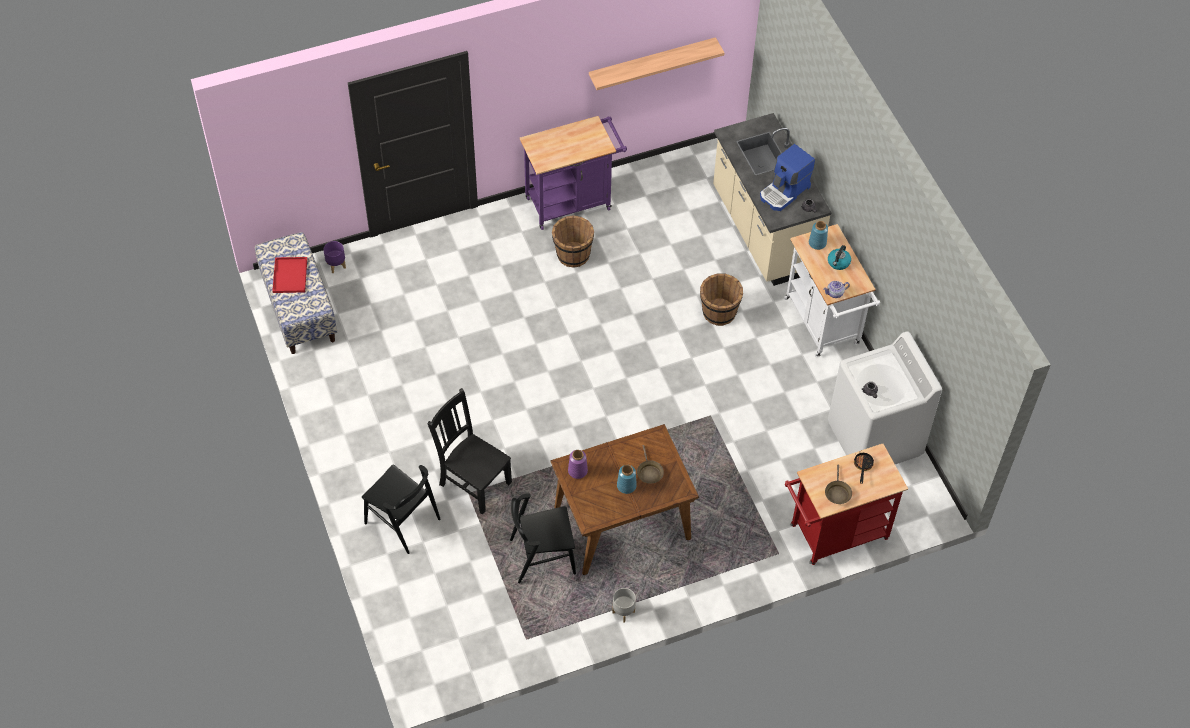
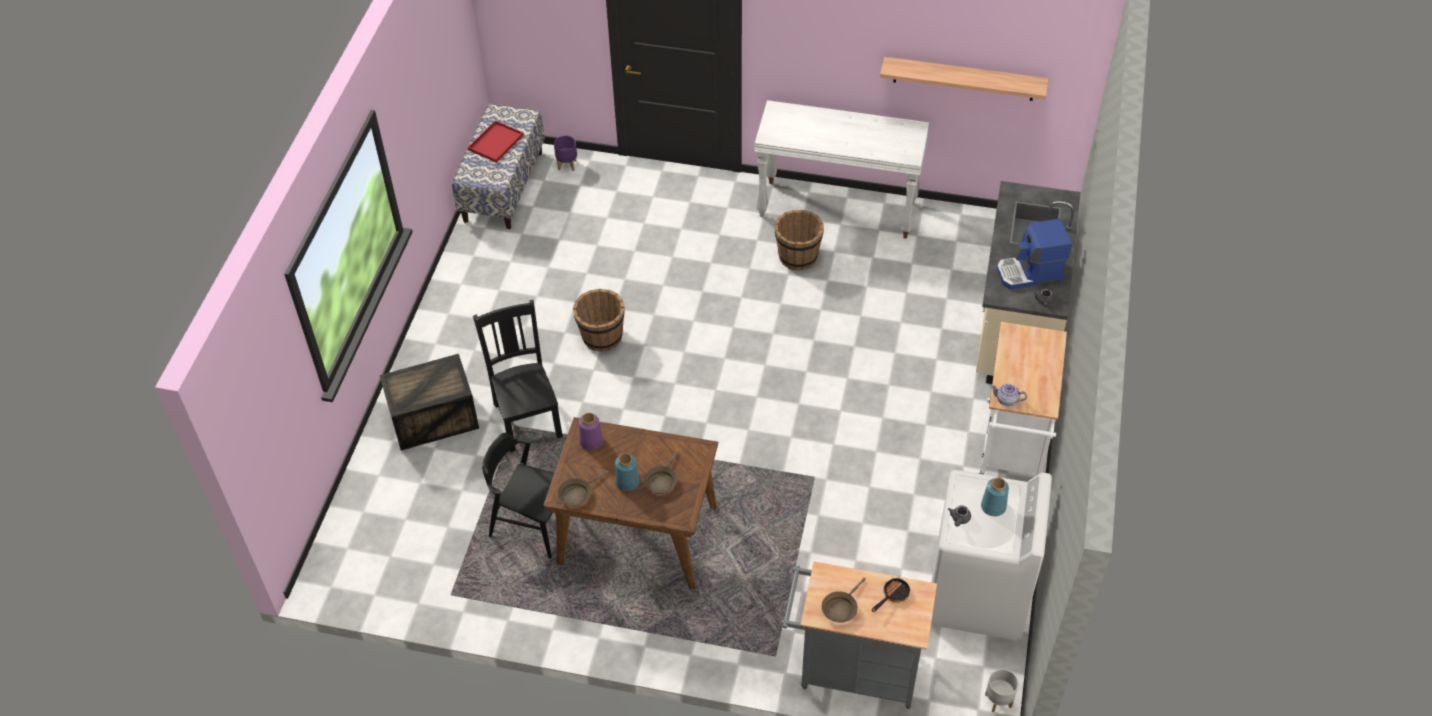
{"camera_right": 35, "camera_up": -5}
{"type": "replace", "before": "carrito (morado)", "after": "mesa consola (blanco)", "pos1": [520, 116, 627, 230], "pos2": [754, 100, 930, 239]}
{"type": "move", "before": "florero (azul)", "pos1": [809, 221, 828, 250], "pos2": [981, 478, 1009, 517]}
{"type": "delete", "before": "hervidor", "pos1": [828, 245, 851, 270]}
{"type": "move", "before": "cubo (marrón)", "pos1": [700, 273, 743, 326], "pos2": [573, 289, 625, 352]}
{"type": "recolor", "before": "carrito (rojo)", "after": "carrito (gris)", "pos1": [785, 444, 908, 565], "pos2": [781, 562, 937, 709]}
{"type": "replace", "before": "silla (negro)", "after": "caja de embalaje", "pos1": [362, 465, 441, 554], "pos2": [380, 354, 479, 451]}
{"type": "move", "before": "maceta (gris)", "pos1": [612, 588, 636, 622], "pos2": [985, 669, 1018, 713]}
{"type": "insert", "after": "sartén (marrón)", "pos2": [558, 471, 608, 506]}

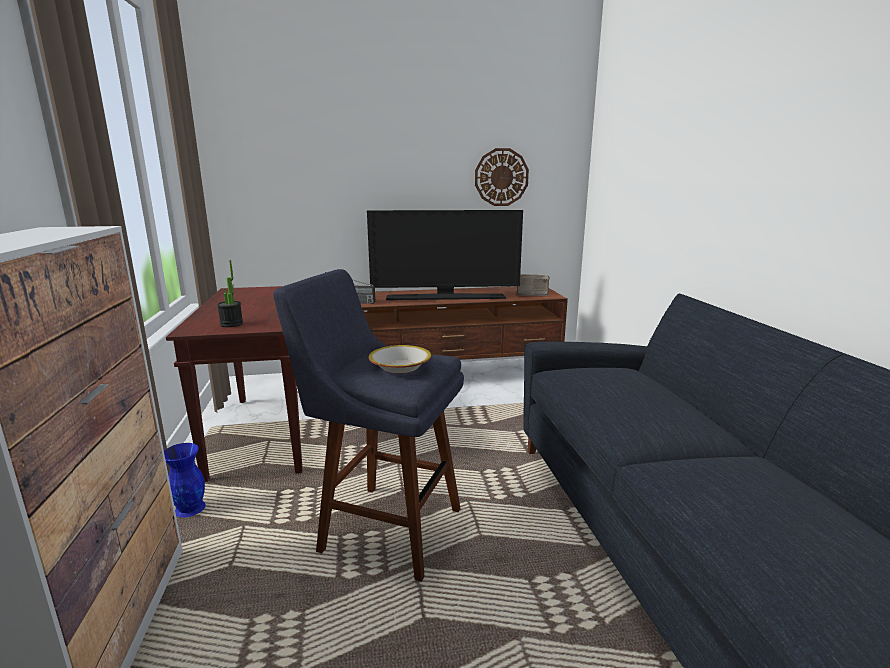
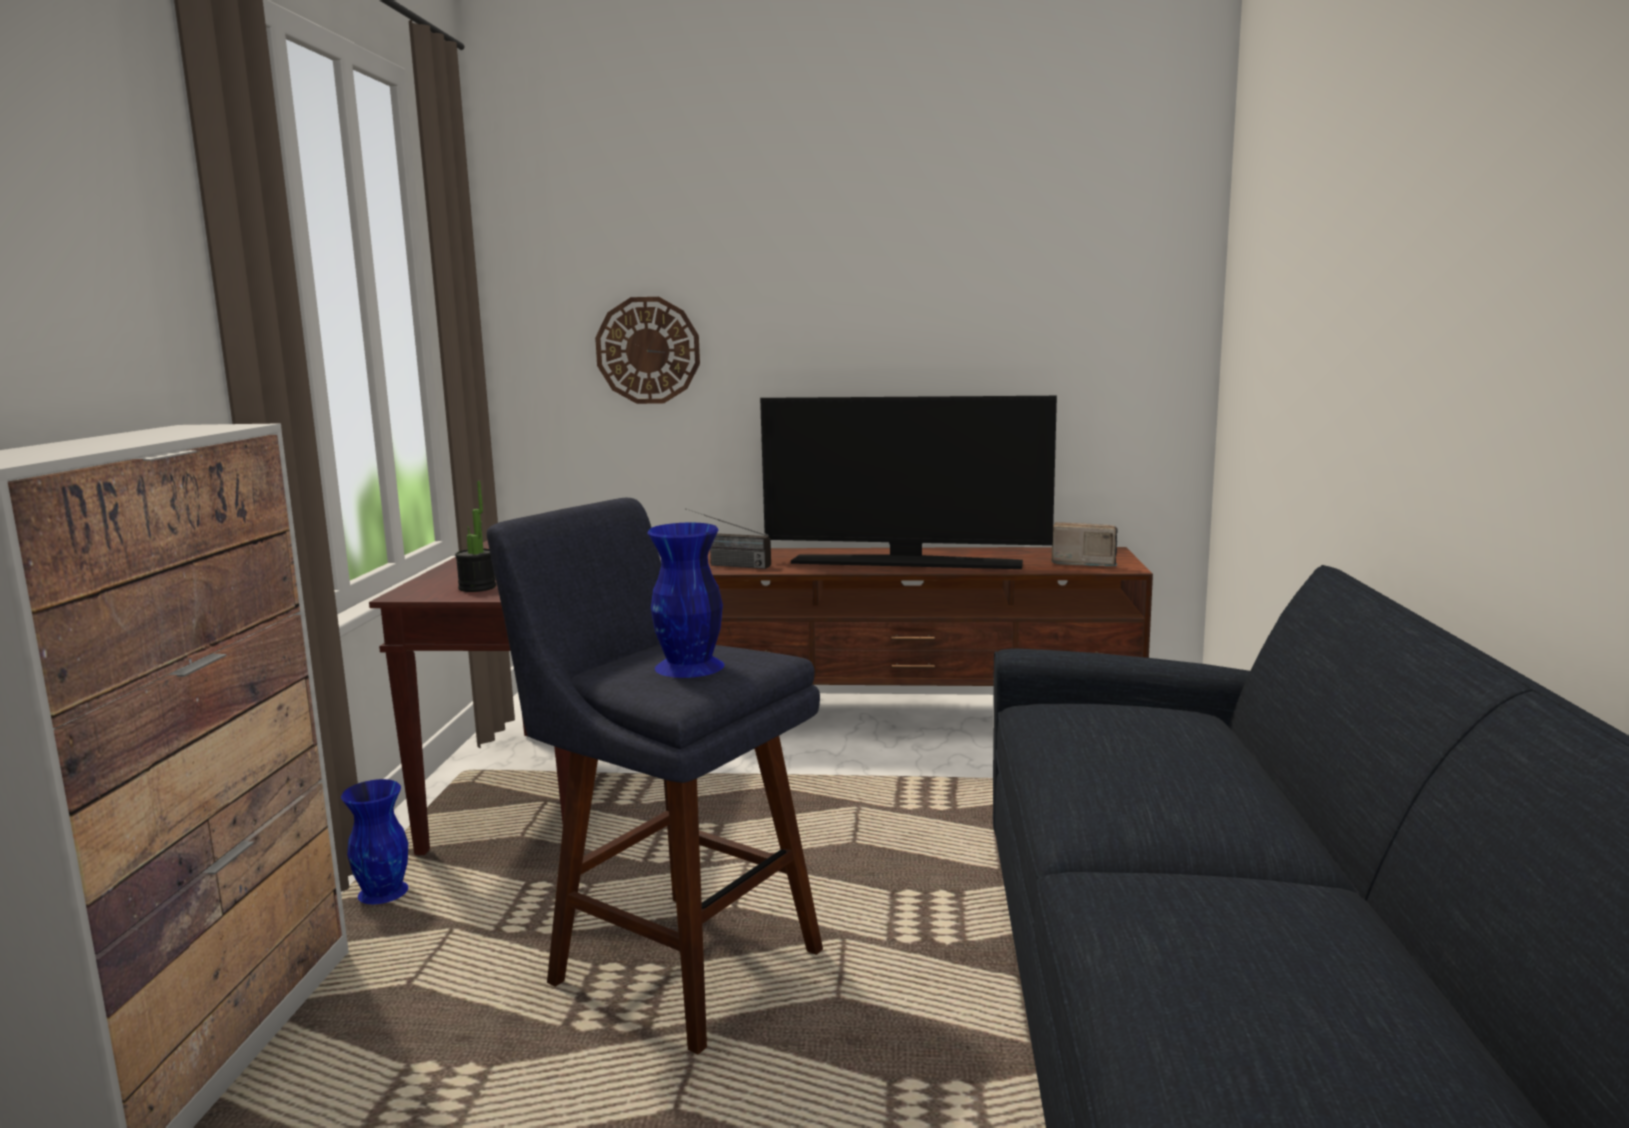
{"camera_right": 15, "camera_up": -5}
{"type": "move", "before": "reloj de pared", "pos1": [475, 148, 529, 206], "pos2": [595, 297, 700, 404]}
{"type": "replace", "before": "cuenco", "after": "florero (azul)", "pos1": [369, 345, 431, 374], "pos2": [648, 523, 725, 678]}

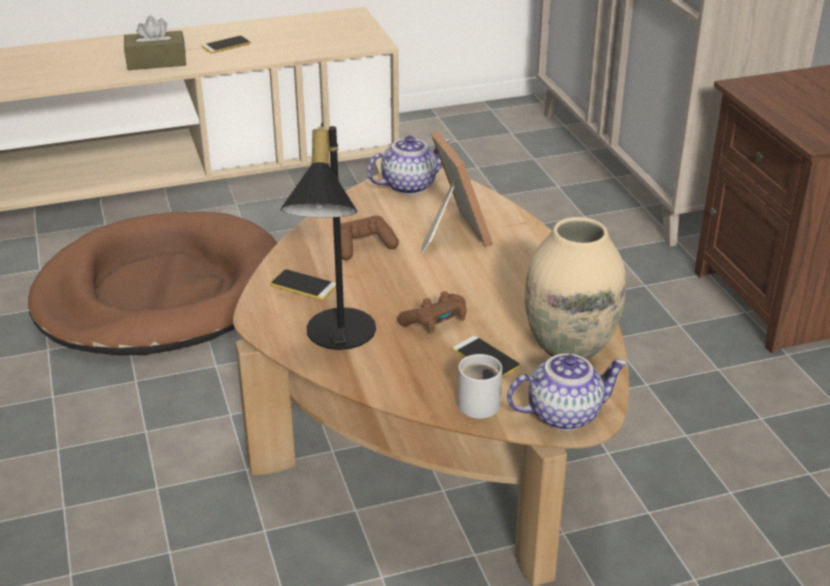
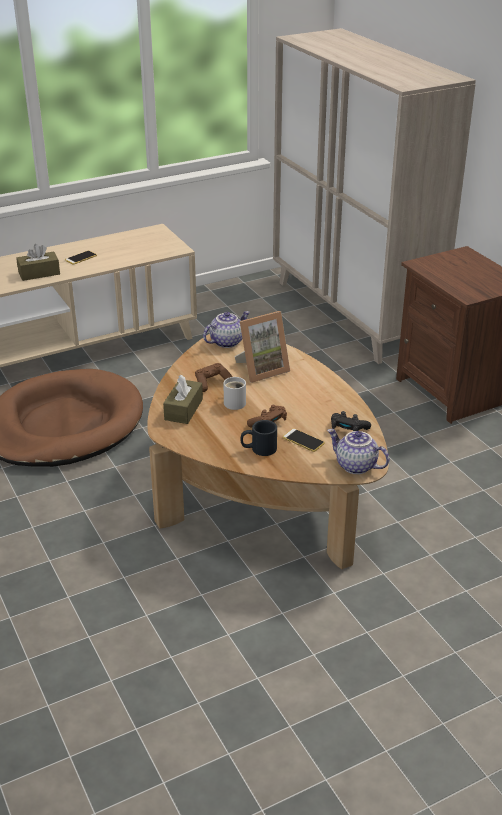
{"camera_right": -10, "camera_up": 0}
{"type": "delete", "before": "lámpara de mesa (negro)", "pos1": [281, 123, 376, 350]}
{"type": "rotate", "before": "portarretratos", "pos1": [420, 130, 493, 254], "pos2": [234, 311, 290, 383], "turn": 90}
{"type": "replace", "before": "florero (beis)", "after": "mando de consola (negro)", "pos1": [525, 217, 625, 360], "pos2": [331, 411, 371, 431]}
{"type": "replace", "before": "móvil", "after": "caja de pañuelos (marrón)", "pos1": [270, 269, 336, 300], "pos2": [163, 375, 203, 424]}
{"type": "move", "before": "taza grande (blanco)", "pos1": [458, 354, 502, 419], "pos2": [223, 377, 246, 410]}
{"type": "rotate", "before": "tetera", "pos1": [507, 354, 628, 431], "pos2": [327, 429, 390, 474], "turn": -120}
{"type": "insert", "after": "taza grande (negro)", "pos2": [240, 420, 277, 456]}

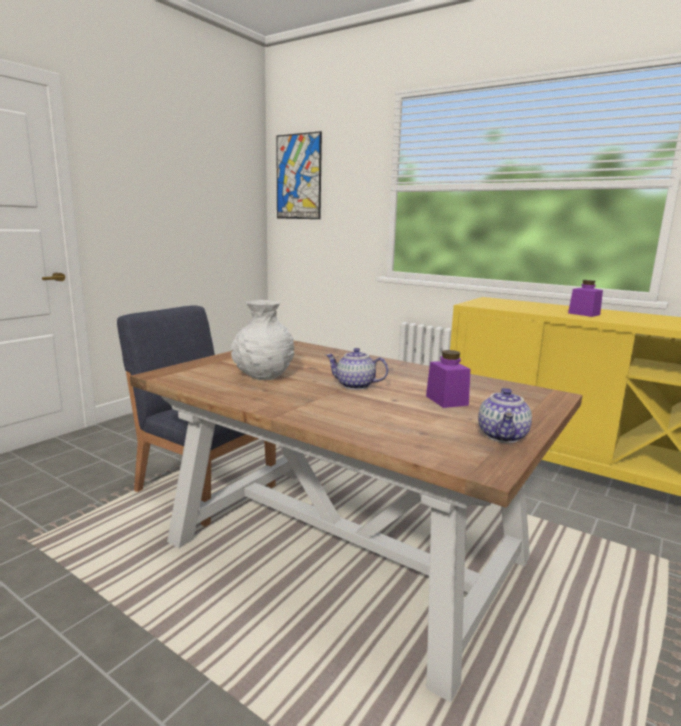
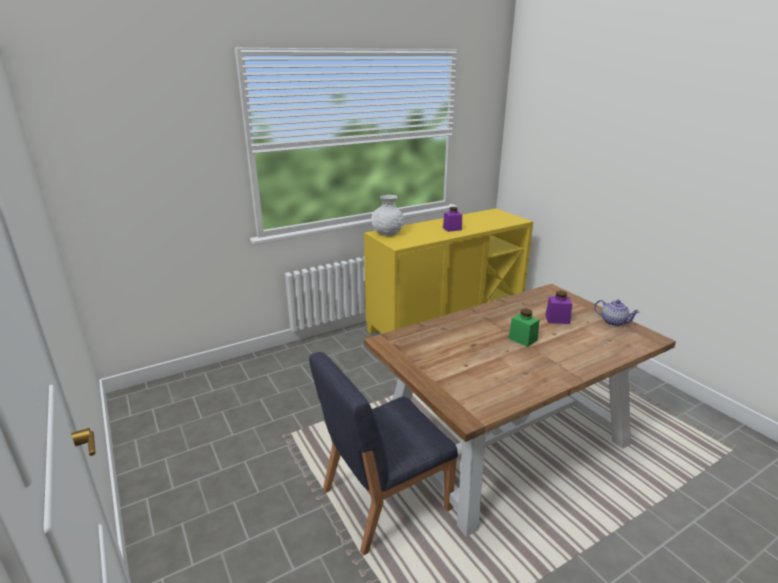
{"camera_right": -65, "camera_up": 10}
{"type": "delete", "before": "cuadro", "pos1": [276, 131, 322, 219]}
{"type": "move", "before": "florero (blanco)", "pos1": [231, 300, 294, 380], "pos2": [371, 195, 404, 236]}
{"type": "replace", "before": "tetera", "after": "tarro (verde)", "pos1": [326, 348, 388, 390], "pos2": [508, 309, 539, 347]}

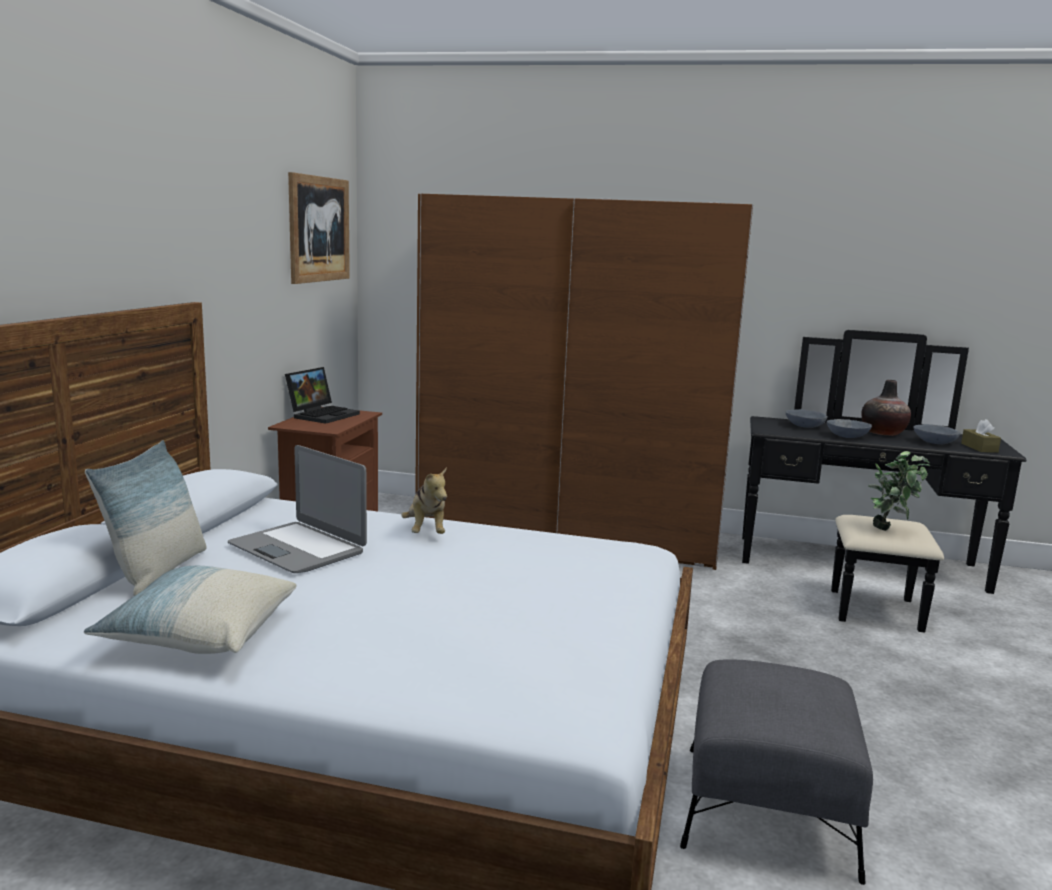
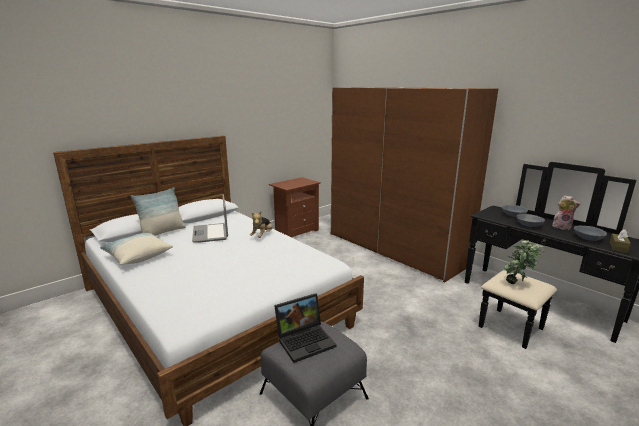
{"camera_right": 35, "camera_up": 5}
{"type": "delete", "before": "cuadro", "pos1": [288, 172, 350, 284]}
{"type": "move", "before": "portátil", "pos1": [285, 367, 360, 424], "pos2": [274, 293, 336, 363]}
{"type": "replace", "before": "florero", "after": "peluche", "pos1": [861, 380, 911, 436], "pos2": [552, 195, 580, 230]}

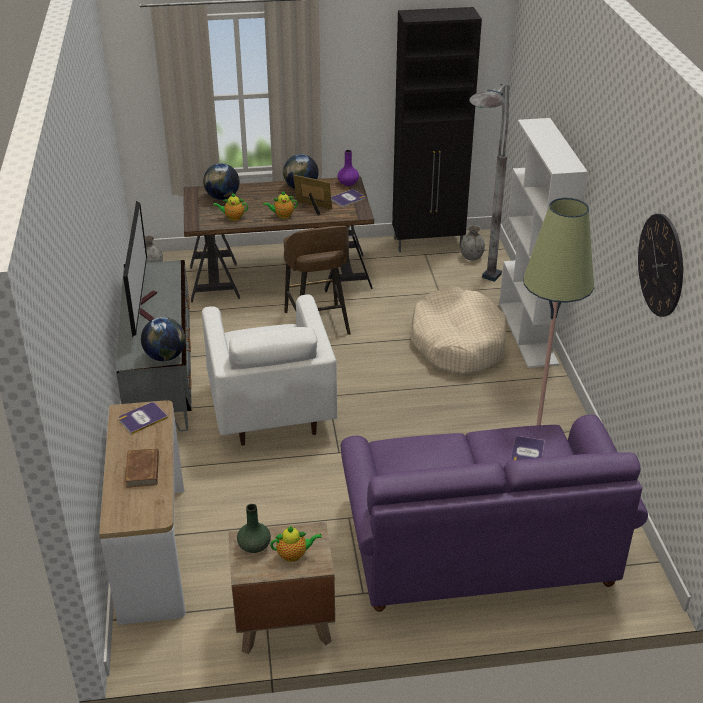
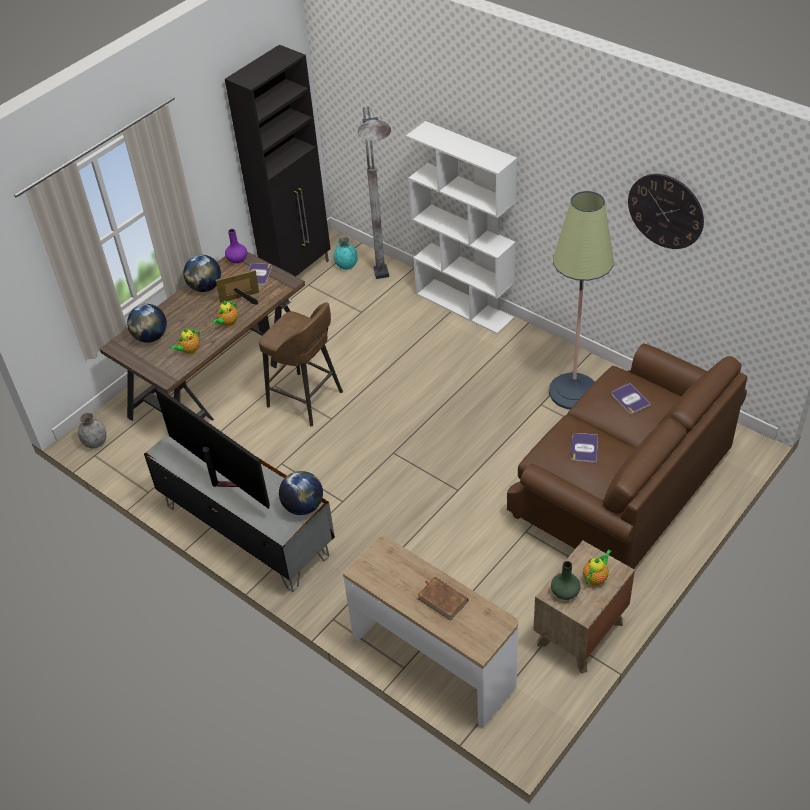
{"camera_right": -40, "camera_up": 10}
{"type": "recolor", "before": "florero (gris)", "after": "florero (turquesa)", "pos1": [460, 225, 485, 260], "pos2": [334, 236, 358, 270]}
{"type": "delete", "before": "cama para perro (beis)", "pos1": [411, 287, 506, 375]}
{"type": "delete", "before": "sillón (blanco)", "pos1": [202, 295, 337, 446]}
{"type": "move", "before": "libro", "pos1": [119, 402, 168, 434], "pos2": [571, 433, 598, 463]}
{"type": "recolor", "before": "sofá (morado)", "after": "sofá (marrón)", "pos1": [341, 414, 648, 612], "pos2": [507, 343, 747, 569]}

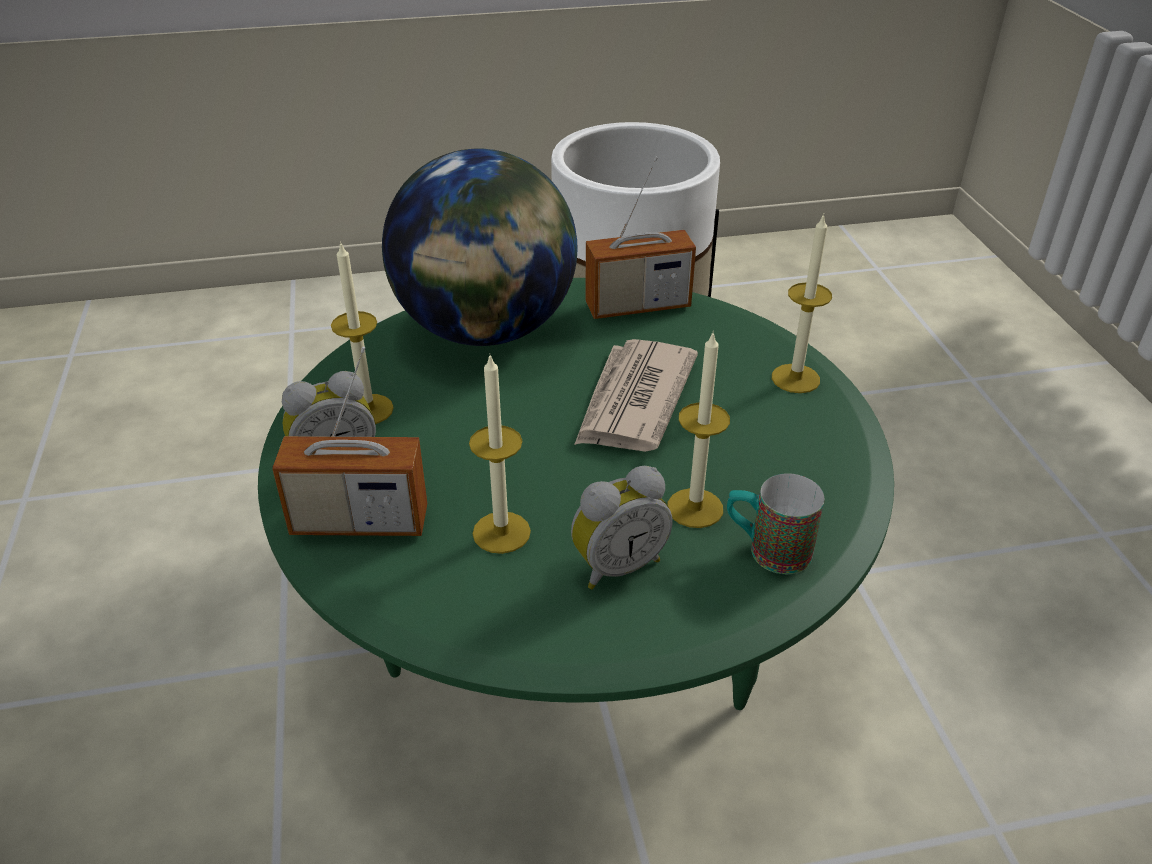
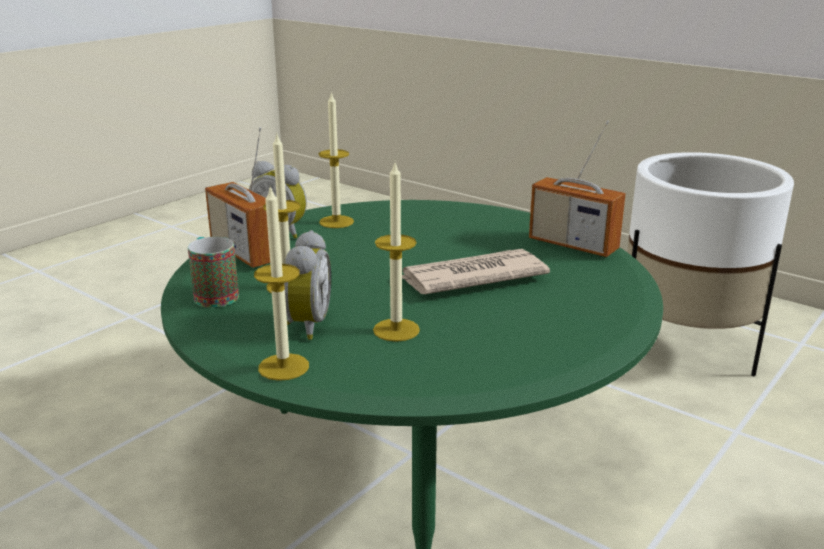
{"camera_right": 50, "camera_up": -15}
{"type": "delete", "before": "globo terráqueo", "pos1": [382, 148, 578, 346]}
{"type": "move", "before": "vela", "pos1": [772, 214, 832, 393], "pos2": [254, 185, 309, 381]}
{"type": "rotate", "before": "despertador", "pos1": [571, 466, 673, 589], "pos2": [284, 230, 331, 340], "turn": -105}
{"type": "move", "before": "taza grande", "pos1": [727, 473, 824, 574], "pos2": [188, 237, 239, 308]}

